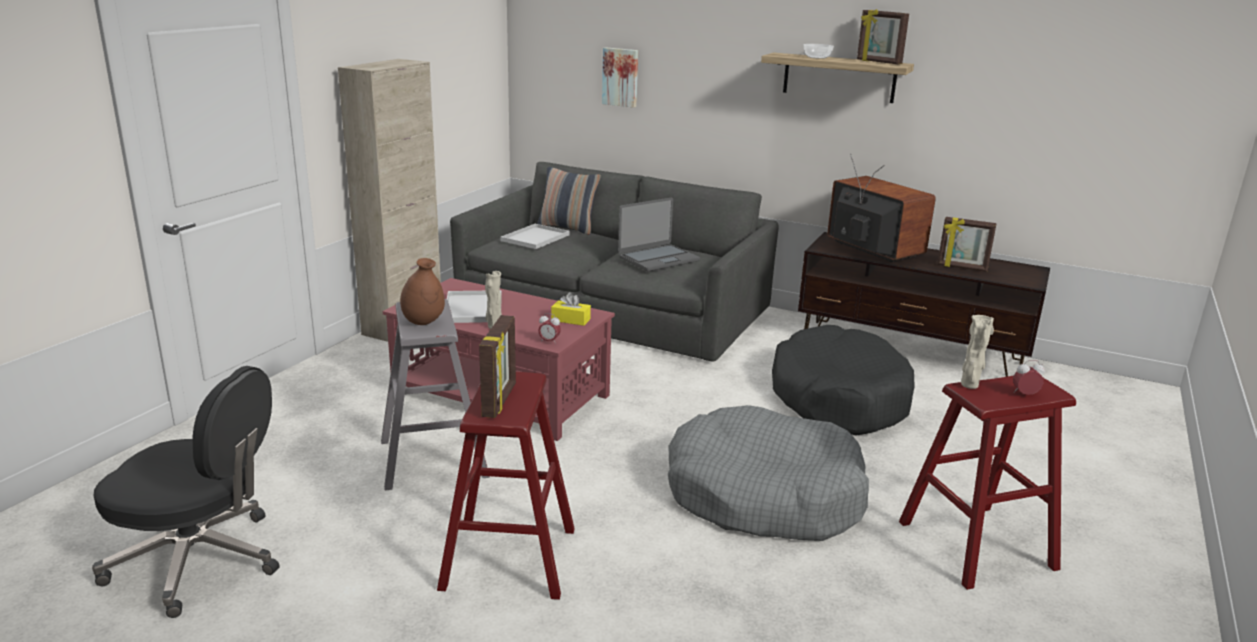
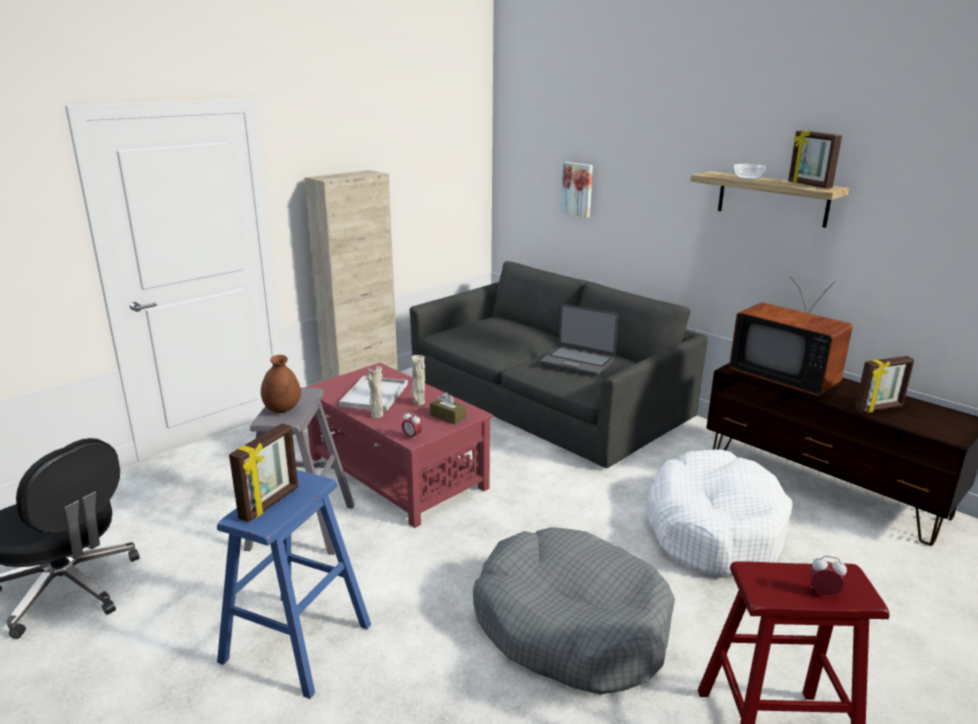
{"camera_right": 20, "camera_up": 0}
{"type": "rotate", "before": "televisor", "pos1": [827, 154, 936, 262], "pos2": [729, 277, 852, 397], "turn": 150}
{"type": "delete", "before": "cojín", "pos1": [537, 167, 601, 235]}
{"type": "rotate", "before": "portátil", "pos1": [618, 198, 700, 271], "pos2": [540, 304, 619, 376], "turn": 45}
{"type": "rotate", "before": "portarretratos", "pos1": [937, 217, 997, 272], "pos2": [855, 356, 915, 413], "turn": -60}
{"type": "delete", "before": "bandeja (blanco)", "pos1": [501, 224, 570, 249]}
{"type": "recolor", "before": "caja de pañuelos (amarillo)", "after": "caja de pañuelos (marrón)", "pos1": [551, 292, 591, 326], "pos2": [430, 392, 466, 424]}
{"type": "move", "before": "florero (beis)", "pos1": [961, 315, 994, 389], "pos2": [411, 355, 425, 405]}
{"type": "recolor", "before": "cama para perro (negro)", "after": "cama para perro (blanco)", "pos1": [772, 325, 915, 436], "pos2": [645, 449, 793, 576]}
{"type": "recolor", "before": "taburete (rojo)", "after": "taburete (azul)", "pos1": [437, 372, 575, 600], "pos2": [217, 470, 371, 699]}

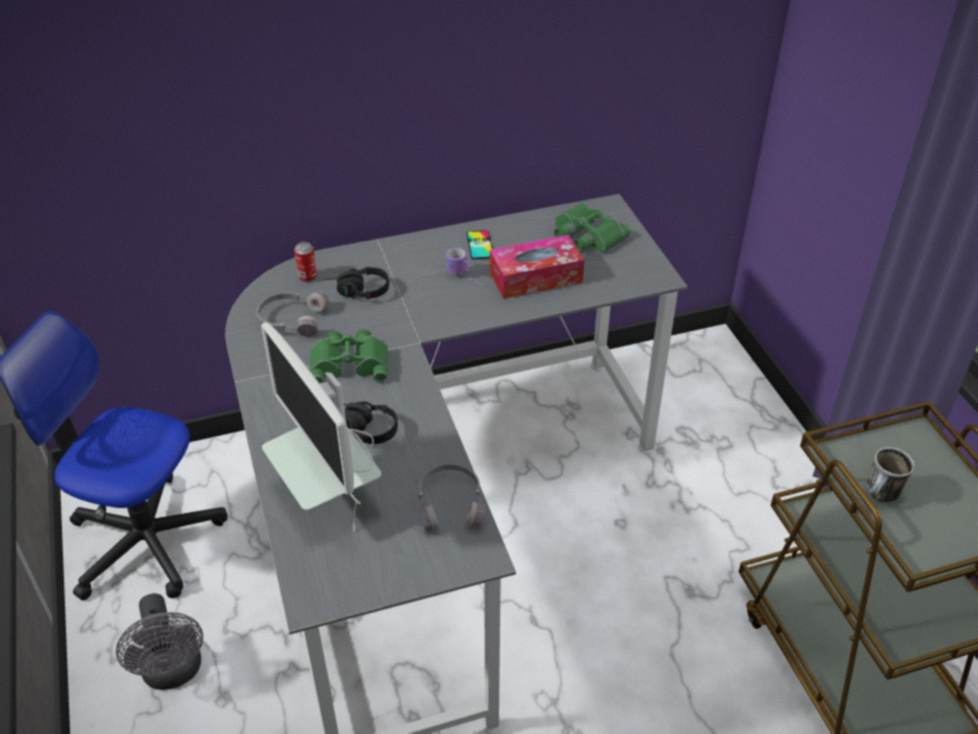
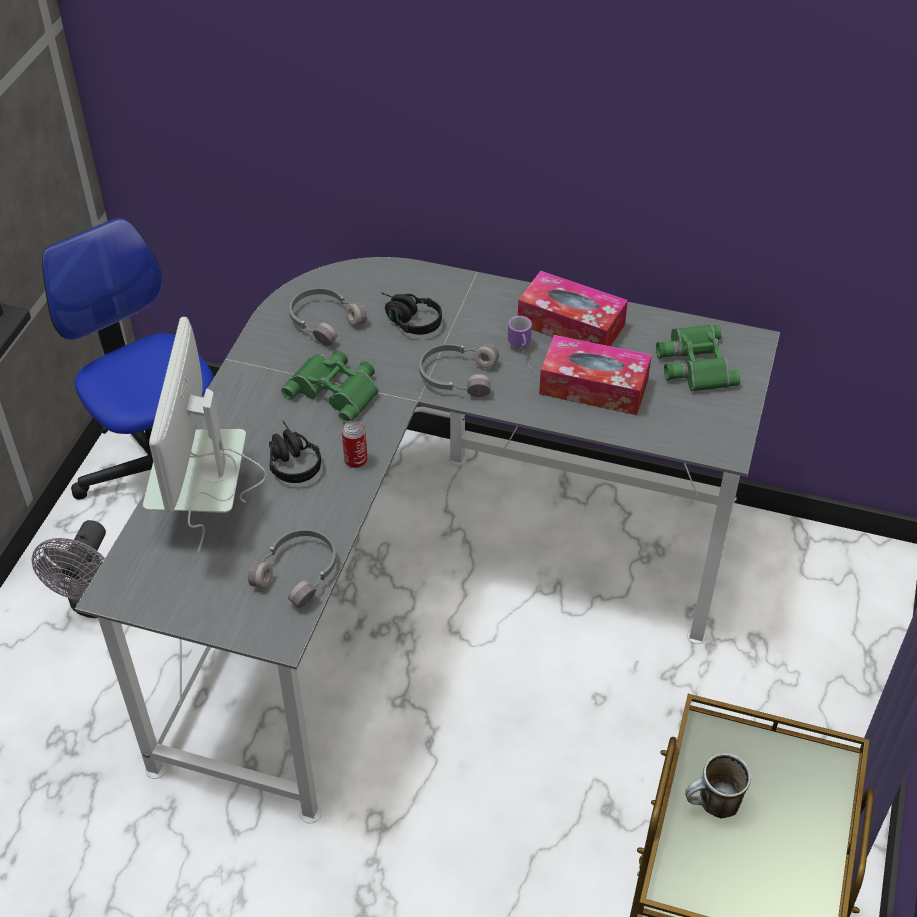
{"camera_right": 35, "camera_up": 5}
{"type": "replace", "before": "móvil", "after": "caja de pañuelos", "pos1": [466, 230, 493, 259], "pos2": [518, 271, 628, 346]}
{"type": "move", "before": "lata", "pos1": [294, 242, 317, 282], "pos2": [342, 421, 367, 468]}
{"type": "insert", "after": "auriculares (gris)", "pos2": [419, 343, 499, 397]}

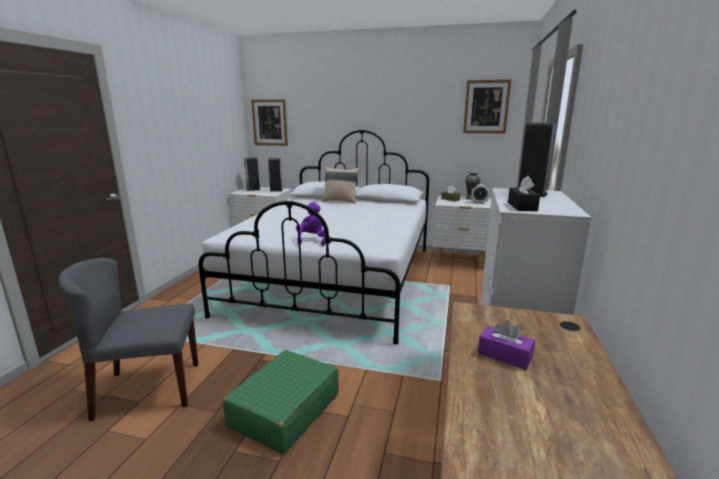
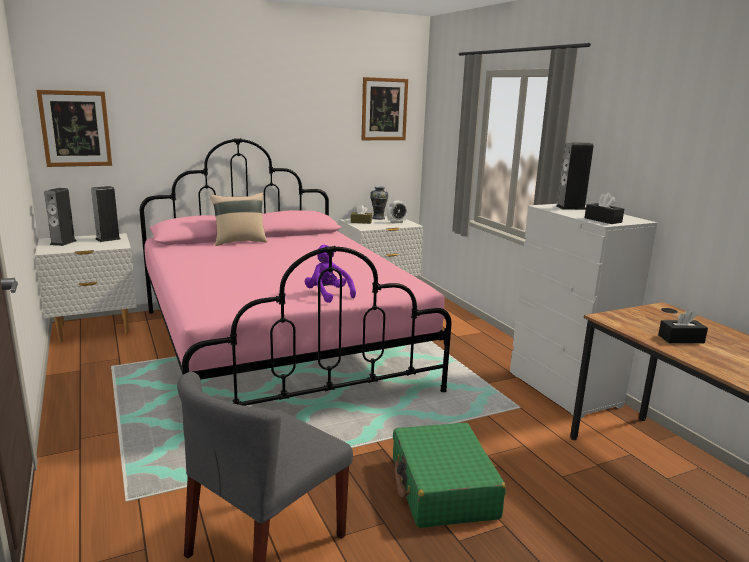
{"camera_right": -40, "camera_up": 0}
{"type": "recolor", "before": "cama (blanco)", "after": "cama (rosa)", "pos1": [198, 130, 429, 345], "pos2": [140, 138, 452, 406]}
{"type": "recolor", "before": "caja de pañuelos (morado)", "after": "caja de pañuelos (negro)", "pos1": [478, 320, 535, 370], "pos2": [658, 309, 708, 343]}

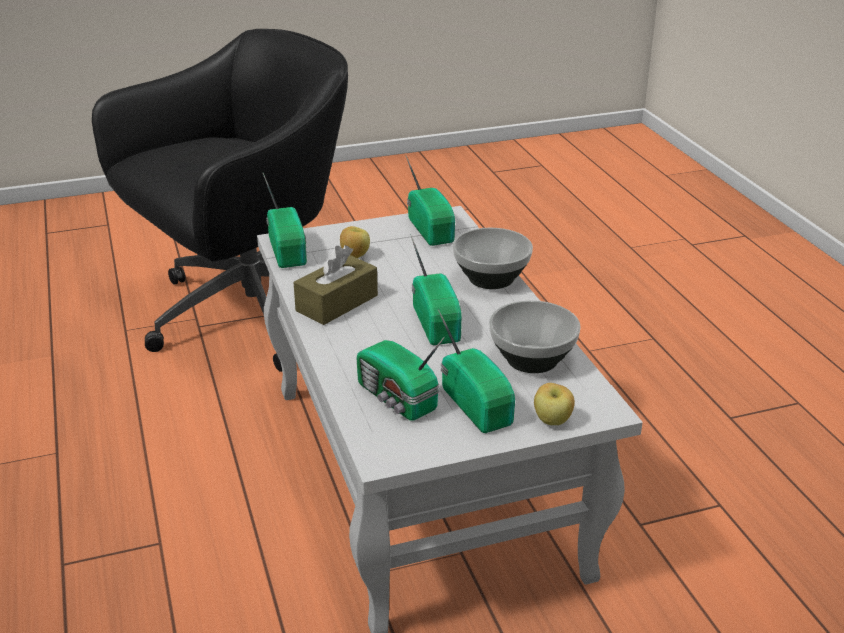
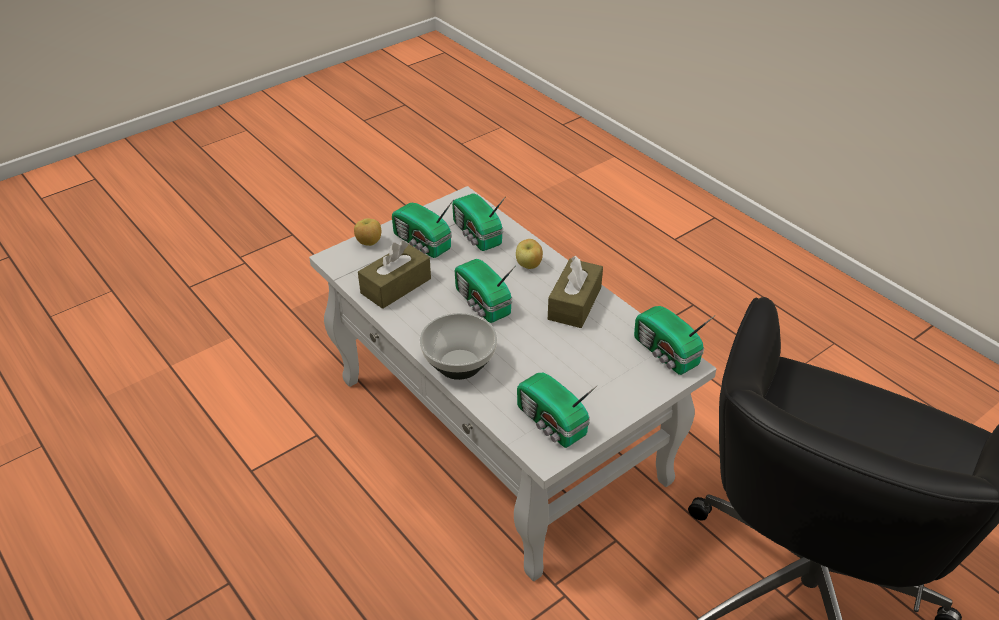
{"camera_right": 160, "camera_up": 10}
{"type": "move", "before": "manzana", "pos1": [340, 226, 370, 258], "pos2": [516, 239, 543, 269]}
{"type": "replace", "before": "cuenco", "after": "caja de pañuelos (marrón)", "pos1": [489, 300, 581, 373], "pos2": [358, 241, 431, 309]}
{"type": "rotate", "before": "radio", "pos1": [356, 336, 445, 421], "pos2": [452, 193, 506, 251], "turn": -150}

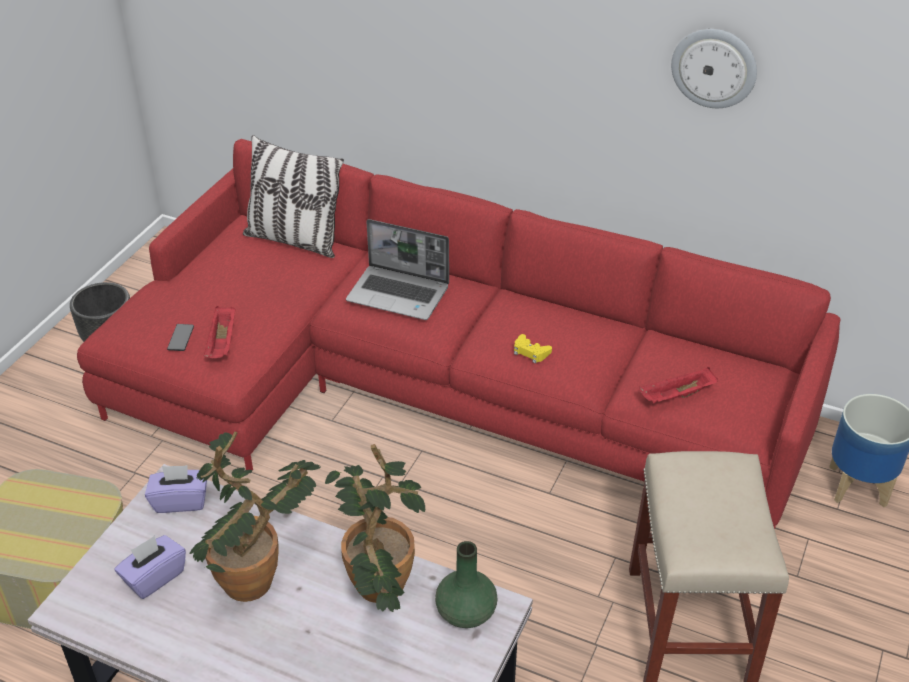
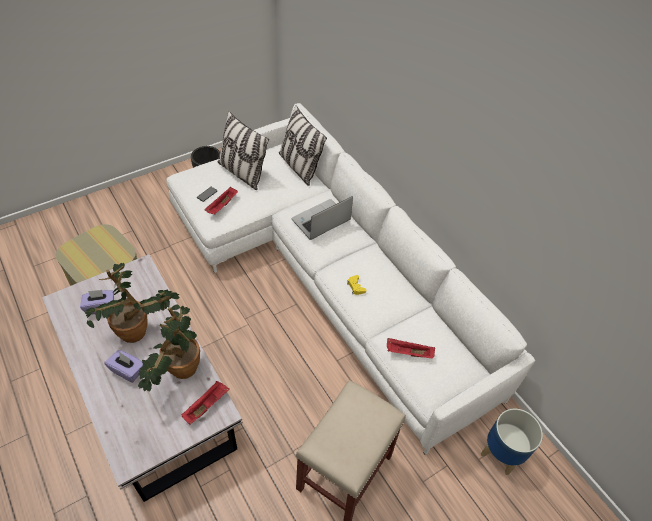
{"camera_right": 30, "camera_up": 10}
{"type": "delete", "before": "reloj de pared", "pos1": [671, 29, 757, 108]}
{"type": "recolor", "before": "sofá (rojo)", "after": "sofá (blanco)", "pos1": [77, 139, 840, 530], "pos2": [166, 103, 535, 455]}
{"type": "rotate", "before": "portátil", "pos1": [346, 219, 449, 320], "pos2": [292, 196, 353, 240], "turn": 90}
{"type": "move", "before": "caja de pañuelos (morado)", "pos1": [145, 465, 207, 513], "pos2": [104, 350, 143, 383]}
{"type": "replace", "before": "florero (verde)", "after": "bandeja (rojo)", "pos1": [435, 541, 498, 628], "pos2": [182, 381, 230, 425]}
{"type": "insert", "after": "cojín", "pos2": [218, 111, 269, 190]}

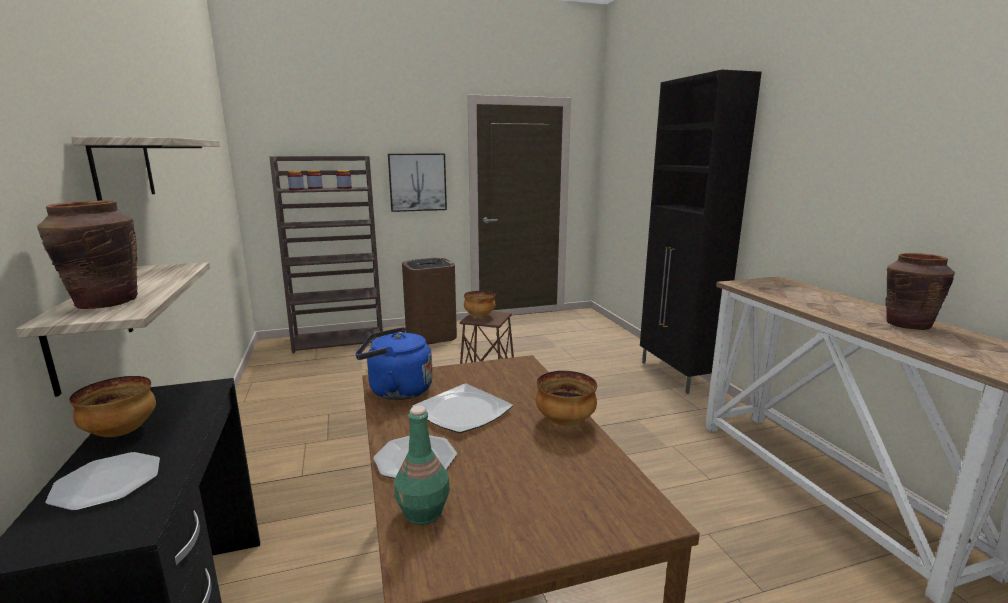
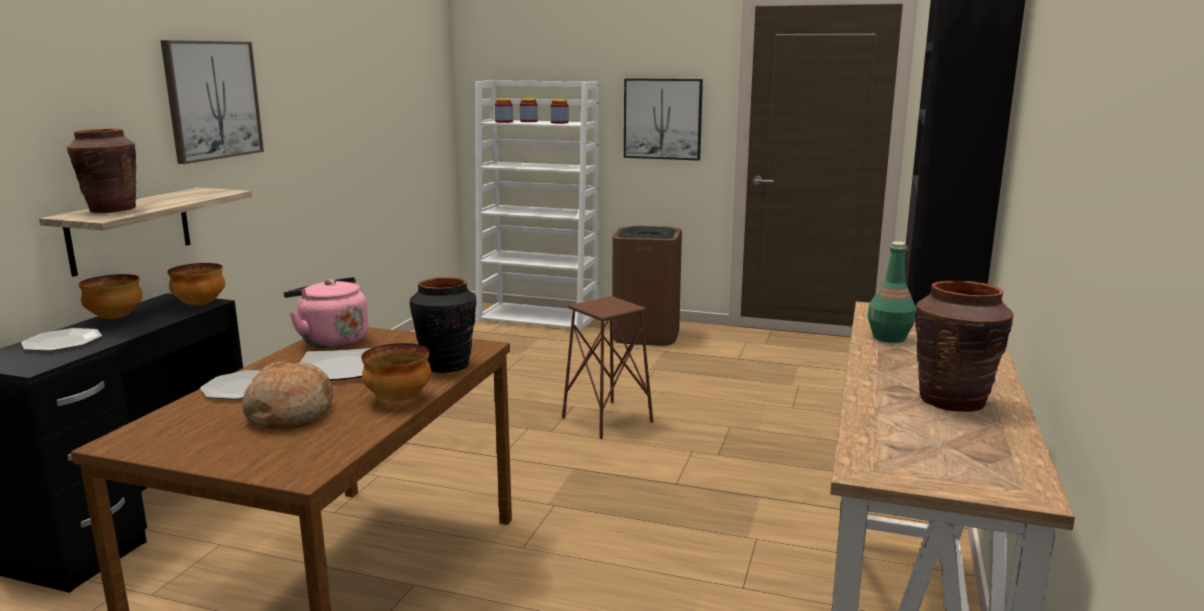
{"camera_right": 35, "camera_up": 0}
{"type": "replace", "before": "estante", "after": "cuadro", "pos1": [72, 137, 220, 201], "pos2": [161, 40, 264, 164]}
{"type": "recolor", "before": "estantería (marrón)", "after": "estantería (blanco)", "pos1": [270, 156, 383, 353], "pos2": [475, 80, 599, 332]}
{"type": "move", "before": "cuenco", "pos1": [464, 291, 496, 317], "pos2": [167, 263, 225, 305]}
{"type": "recolor", "before": "hervidor (azul)", "after": "hervidor (rosa)", "pos1": [356, 327, 433, 400], "pos2": [283, 277, 369, 348]}
{"type": "move", "before": "botella (verde)", "pos1": [394, 406, 450, 525], "pos2": [867, 241, 916, 343]}
{"type": "insert", "after": "florero (negro)", "pos2": [409, 277, 477, 373]}
{"type": "insert", "after": "pan", "pos2": [242, 361, 333, 429]}

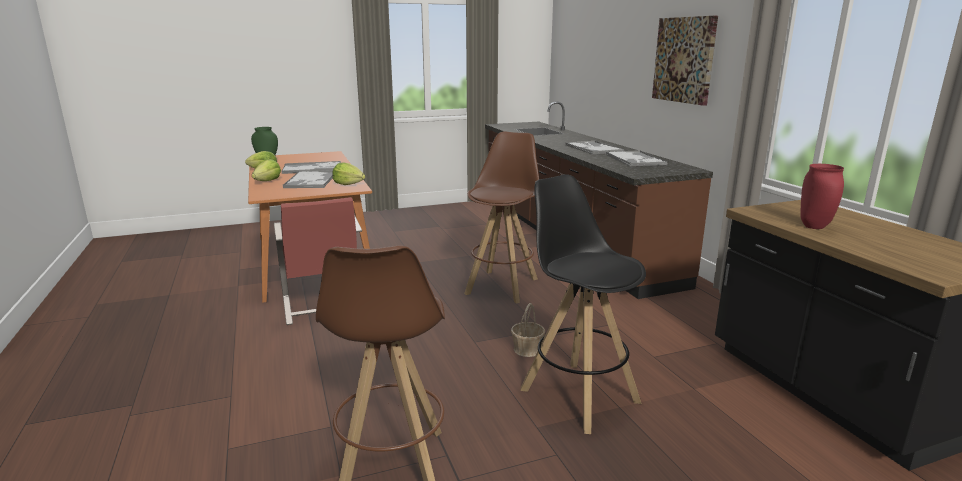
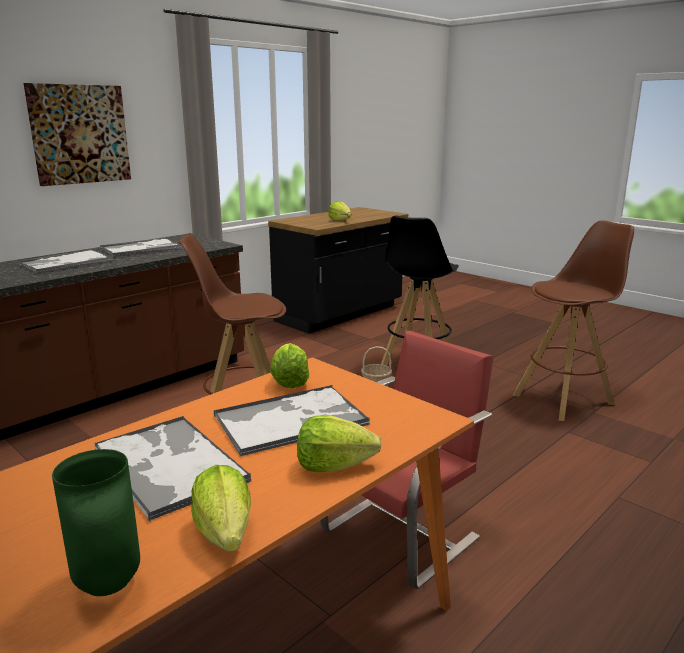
{"camera_right": -115, "camera_up": 0}
{"type": "replace", "before": "florero (rojo)", "after": "lechuga", "pos1": [800, 164, 844, 229], "pos2": [328, 201, 352, 221]}

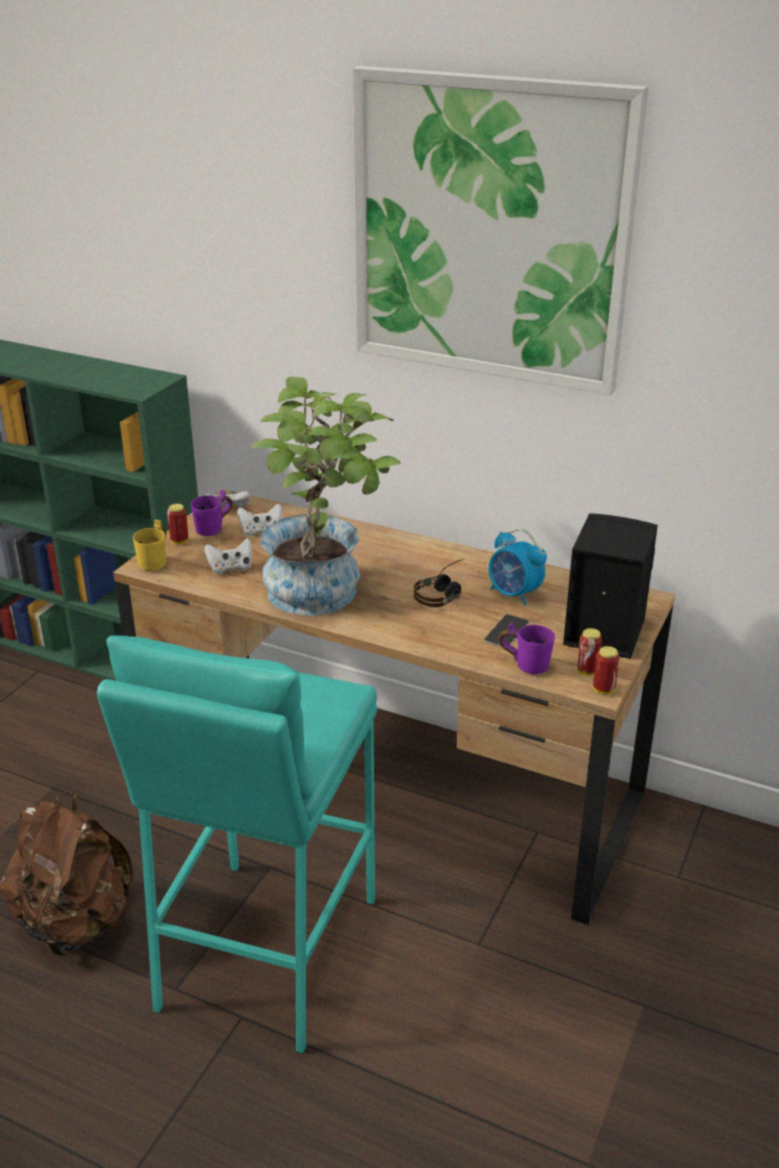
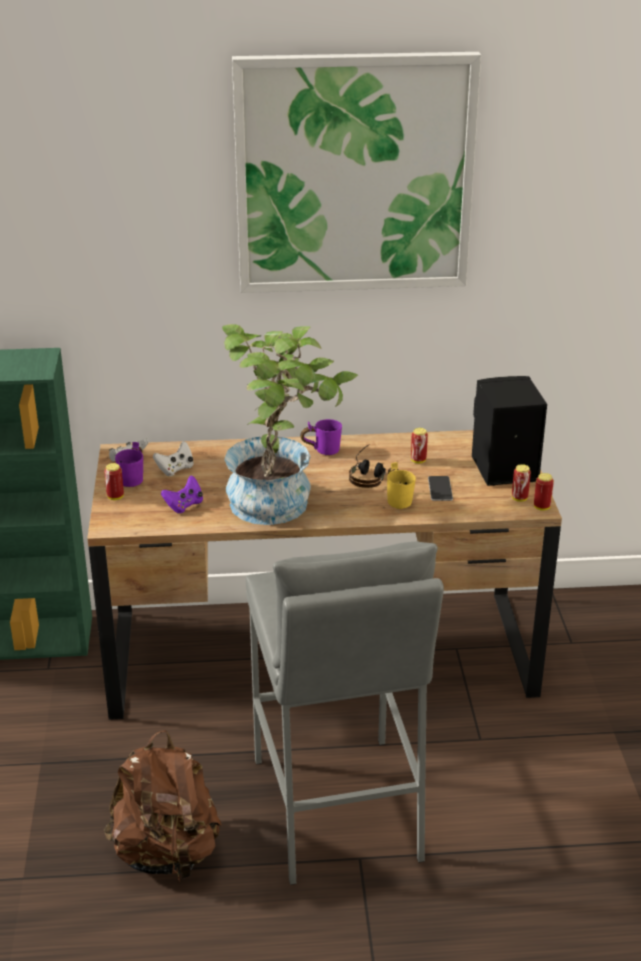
{"camera_right": -30, "camera_up": 0}
{"type": "move", "before": "taza grande (amarillo)", "pos1": [133, 520, 166, 571], "pos2": [387, 462, 416, 509]}
{"type": "replace", "before": "despertador", "after": "lata", "pos1": [488, 529, 547, 605], "pos2": [411, 428, 428, 463]}
{"type": "recolor", "before": "mando de consola (blanco)", "after": "mando de consola (morado)", "pos1": [205, 538, 252, 574], "pos2": [161, 476, 203, 513]}
{"type": "move", "before": "taza grande (morado)", "pos1": [498, 622, 555, 674], "pos2": [300, 419, 342, 455]}
{"type": "recolor", "before": "taburete (turquesa)", "after": "taburete (gris)", "pos1": [97, 635, 377, 1054], "pos2": [246, 541, 444, 885]}

